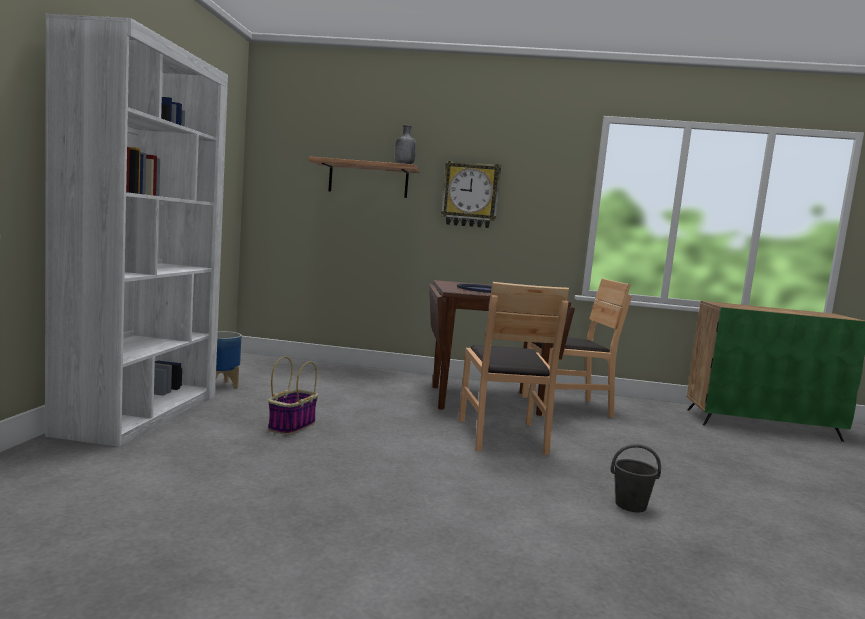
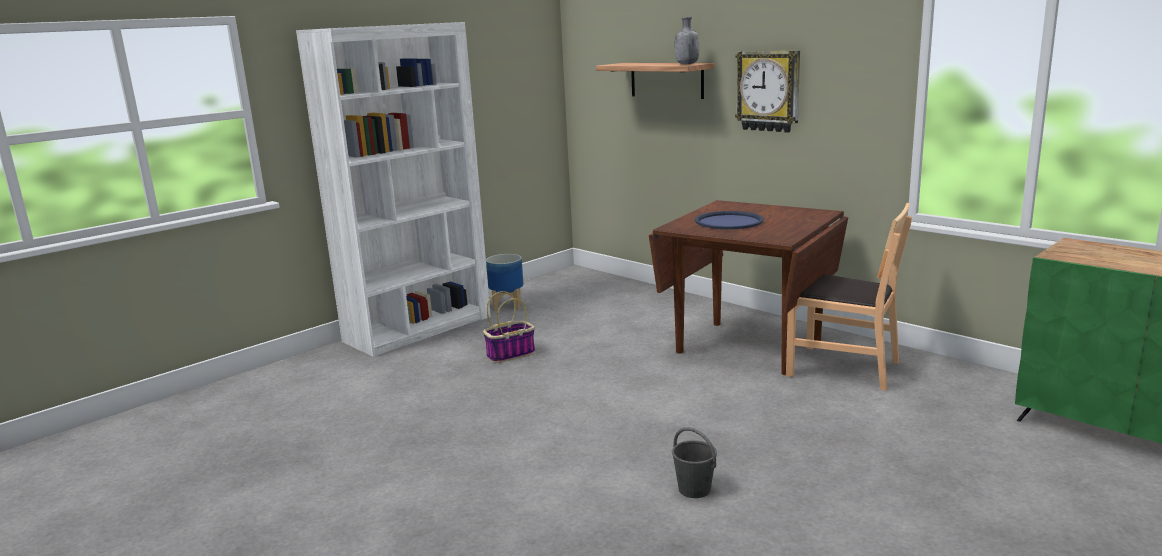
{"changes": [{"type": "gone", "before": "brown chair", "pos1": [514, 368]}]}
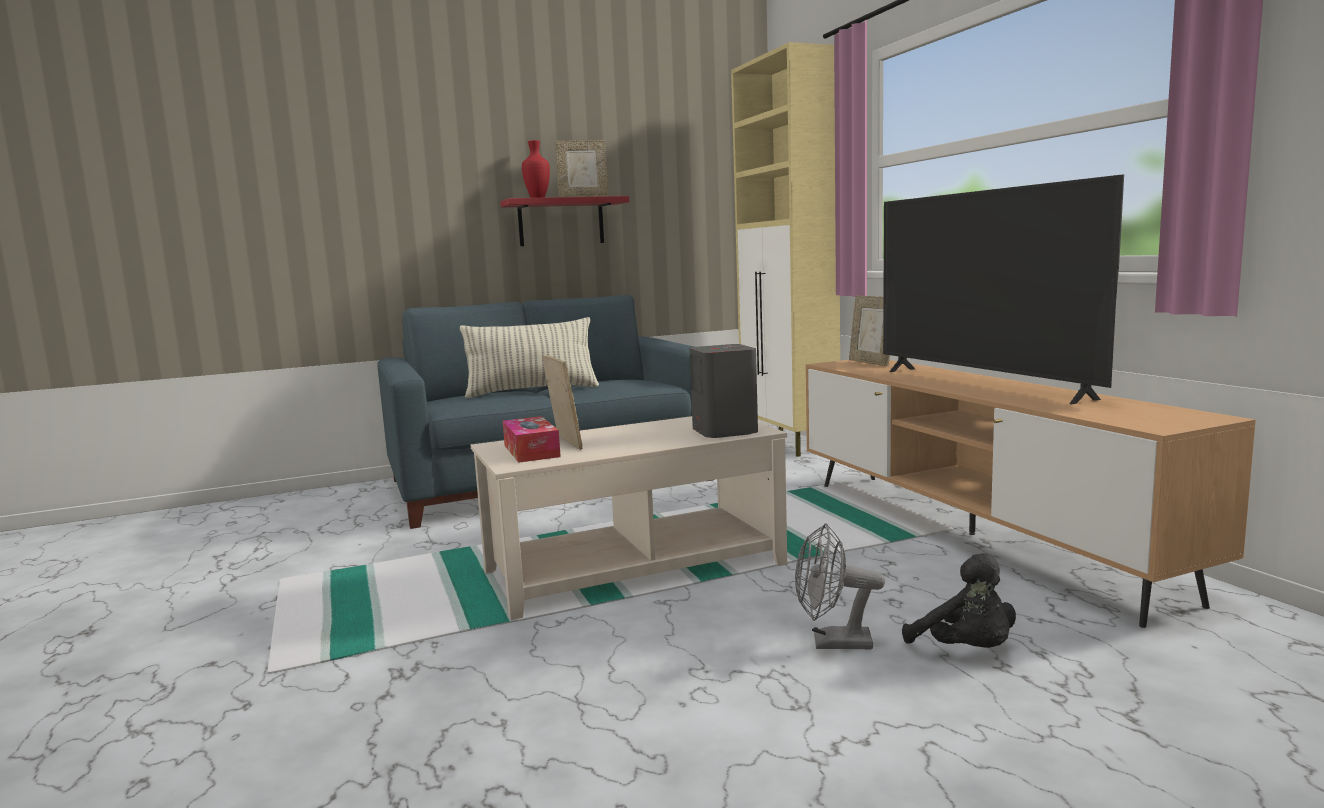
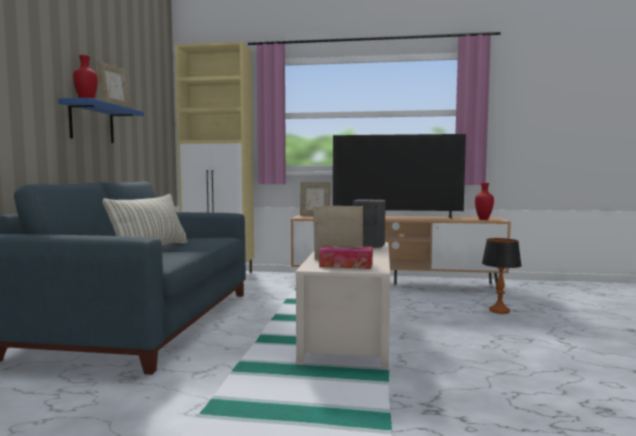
{"changes": [{"type": "repainted", "before": "red shelf", "after": "blue shelf", "pos1": [564, 221], "pos2": [101, 120]}, {"type": "gone", "before": "grey fan", "pos1": [840, 587]}, {"type": "swapped", "before": "black plush toy", "after": "table lamp", "pos1": [959, 600], "pos2": [502, 276]}, {"type": "new", "after": "red vase", "pos2": [484, 201]}]}
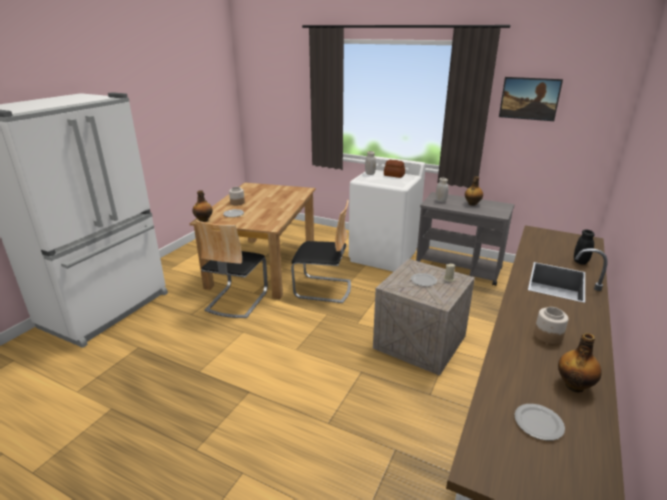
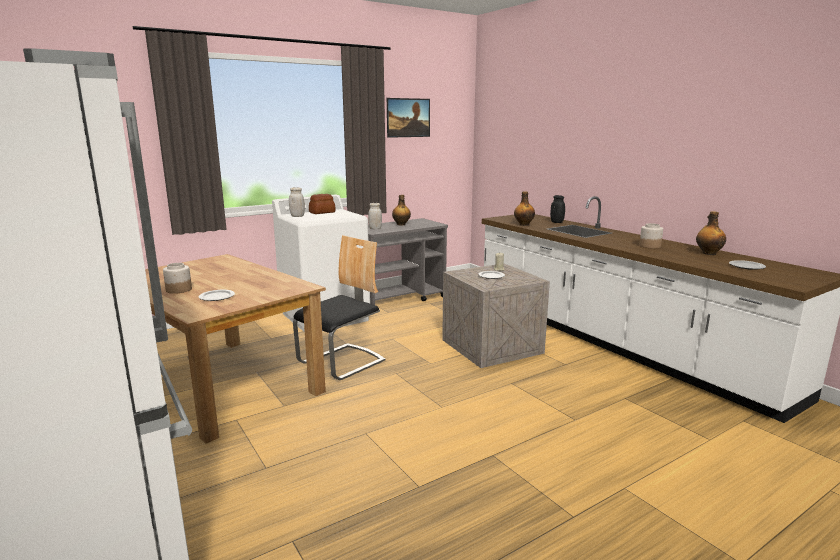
{"changes": [{"type": "shifted", "before": "bottle", "pos1": [202, 206], "pos2": [524, 208]}, {"type": "gone", "before": "chair", "pos1": [232, 269]}]}
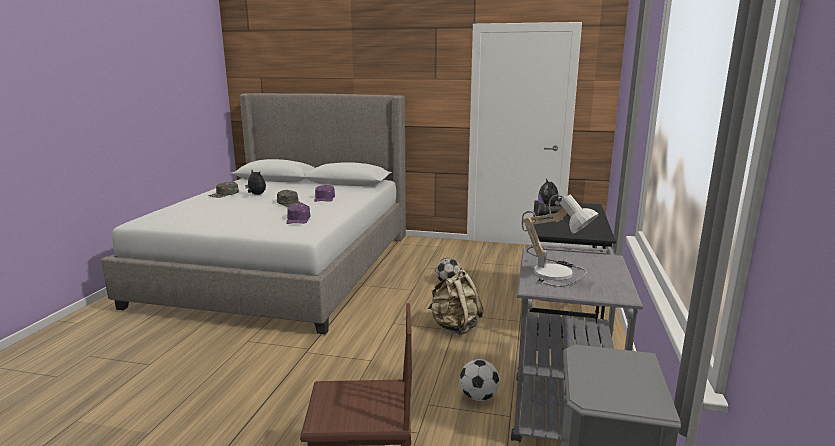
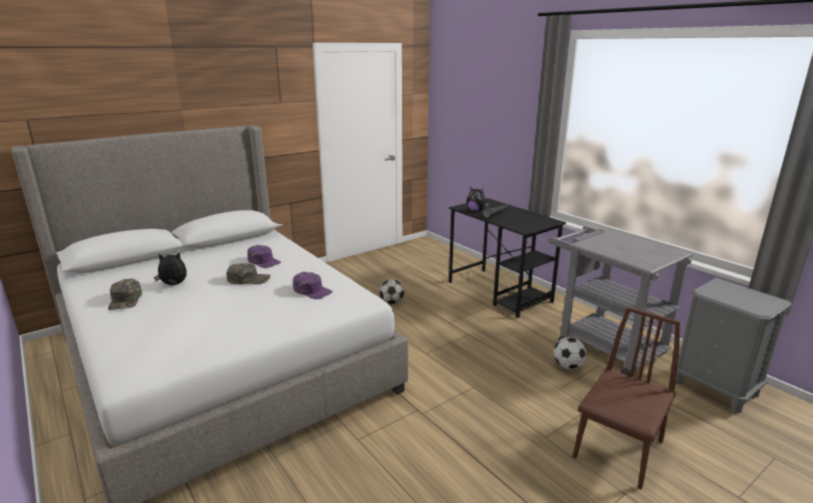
{"changes": [{"type": "gone", "before": "table lamp", "pos1": [560, 240]}, {"type": "gone", "before": "beige backpack", "pos1": [456, 302]}]}
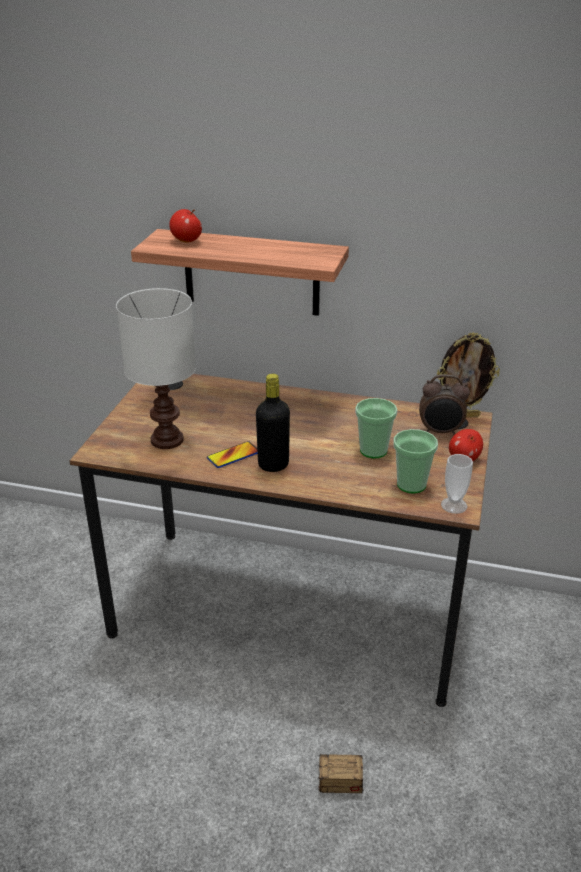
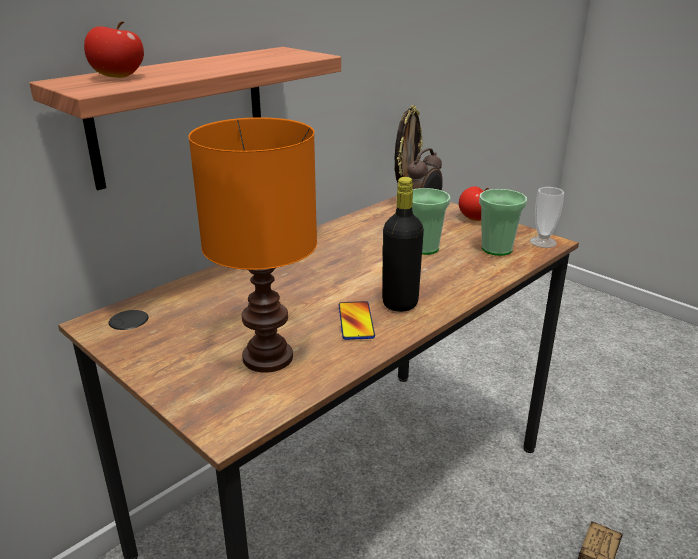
{"changes": [{"type": "repainted", "before": "white table lamp", "after": "orange table lamp", "pos1": [156, 368], "pos2": [252, 245]}]}
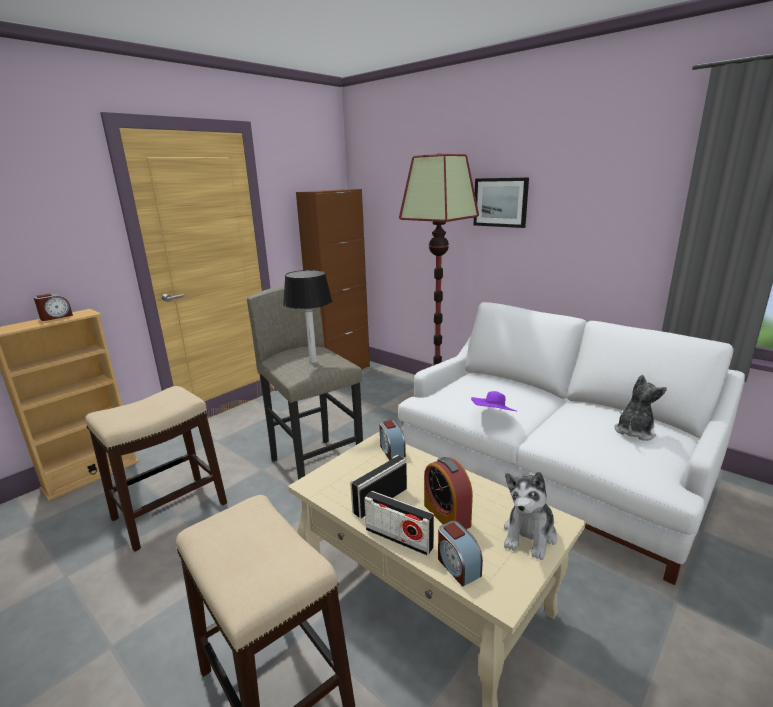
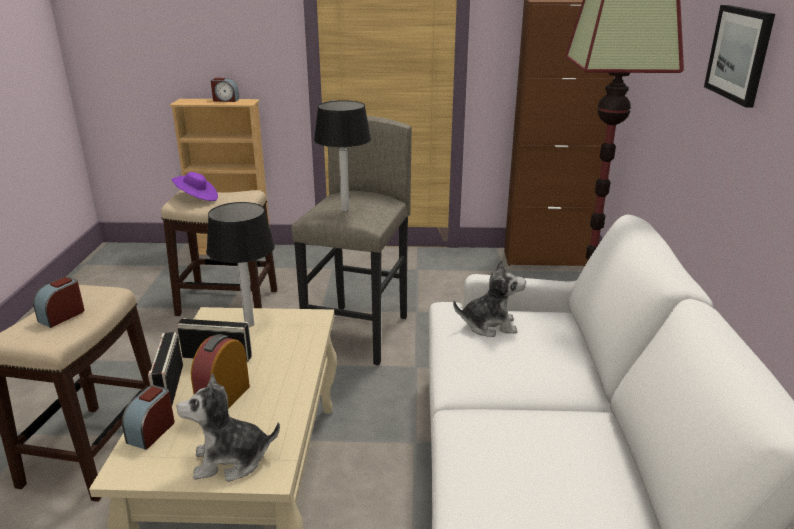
{"changes": [{"type": "shifted", "before": "plush toy", "pos1": [640, 408], "pos2": [489, 298]}, {"type": "shifted", "before": "purple hat", "pos1": [494, 401], "pos2": [195, 186]}, {"type": "shifted", "before": "alarm clock", "pos1": [392, 440], "pos2": [59, 302]}, {"type": "new", "after": "table lamp", "pos2": [240, 264]}]}
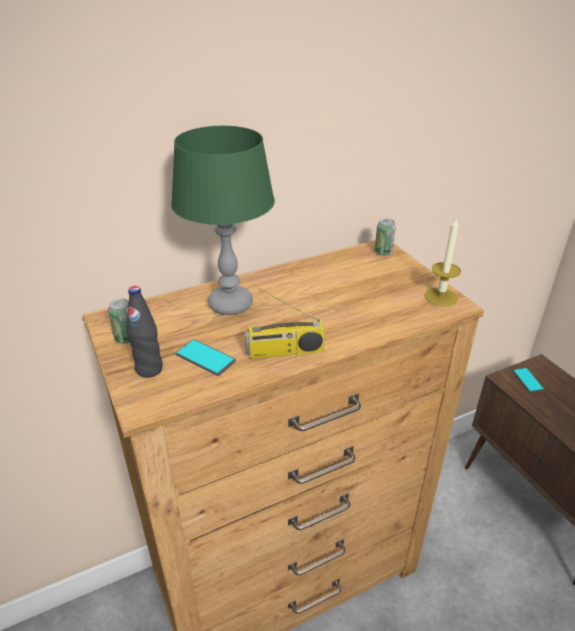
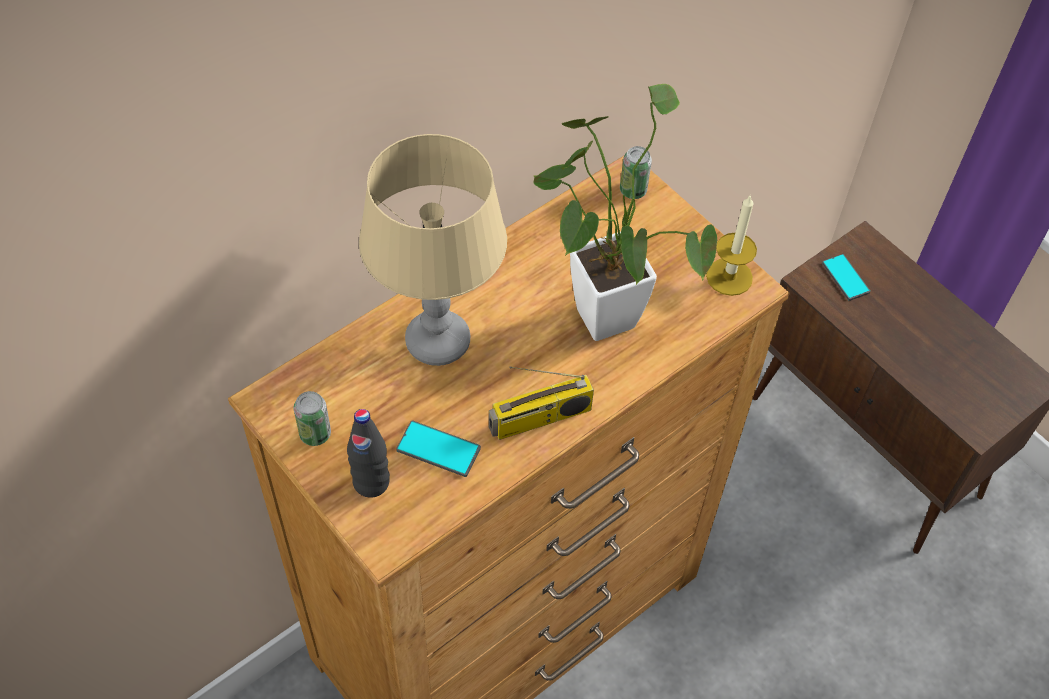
{"changes": [{"type": "repainted", "before": "green table lamp", "after": "beige table lamp", "pos1": [223, 220], "pos2": [433, 250]}, {"type": "new", "after": "potted plant", "pos2": [625, 212]}]}
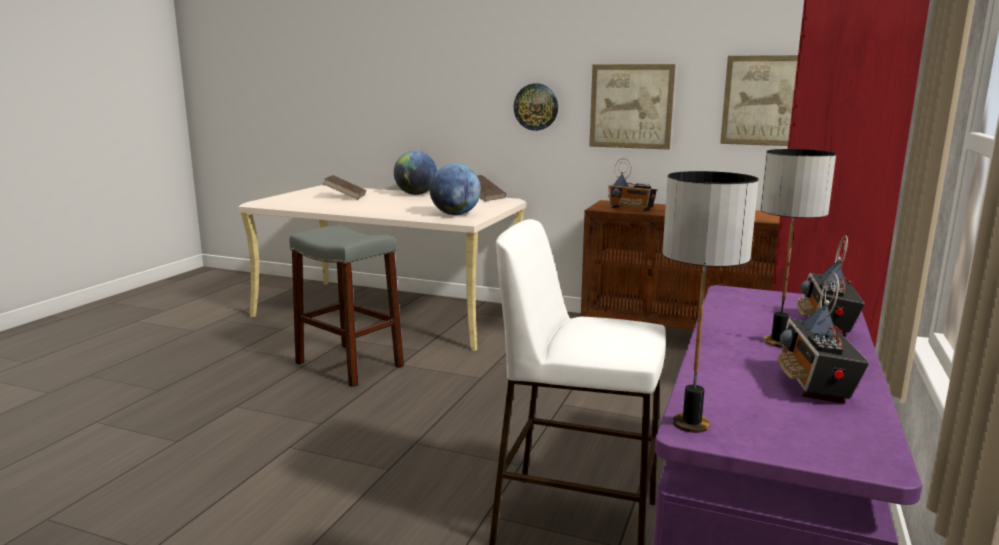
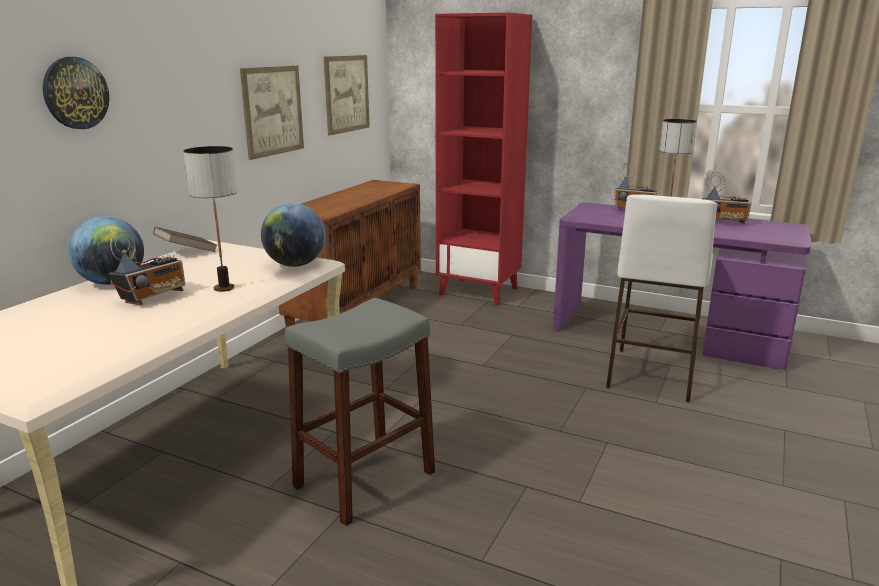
{"changes": [{"type": "shifted", "before": "wall clock", "pos1": [536, 107], "pos2": [76, 93]}, {"type": "shifted", "before": "radio", "pos1": [632, 184], "pos2": [146, 268]}, {"type": "shifted", "before": "table lamp", "pos1": [710, 302], "pos2": [210, 219]}, {"type": "gone", "before": "brown book", "pos1": [344, 187]}]}
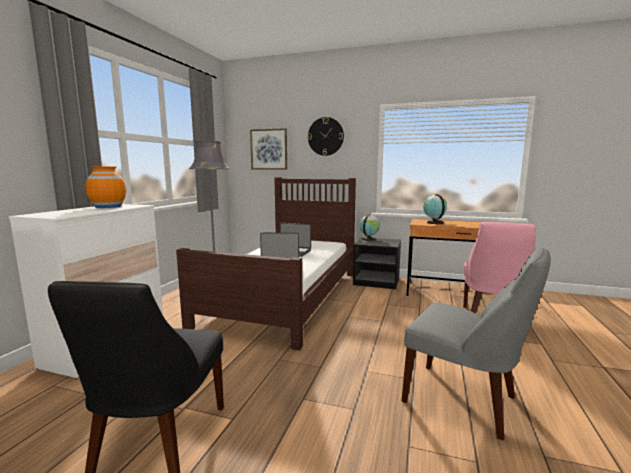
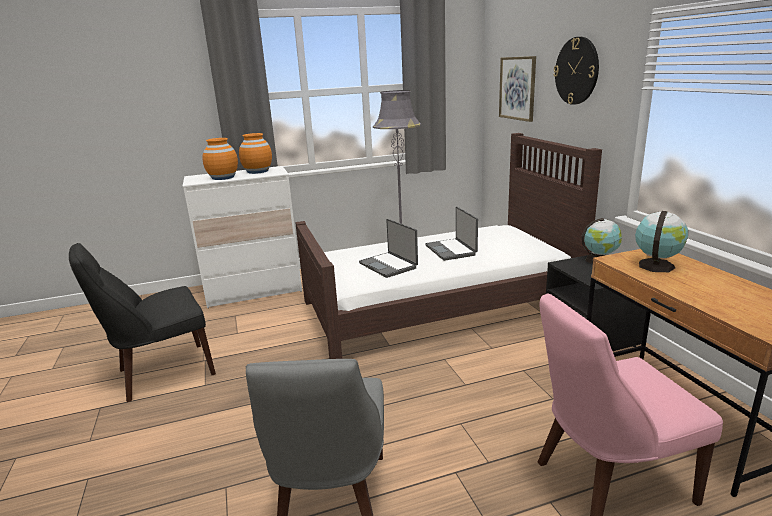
{"changes": [{"type": "new", "after": "orange vase", "pos2": [220, 159]}]}
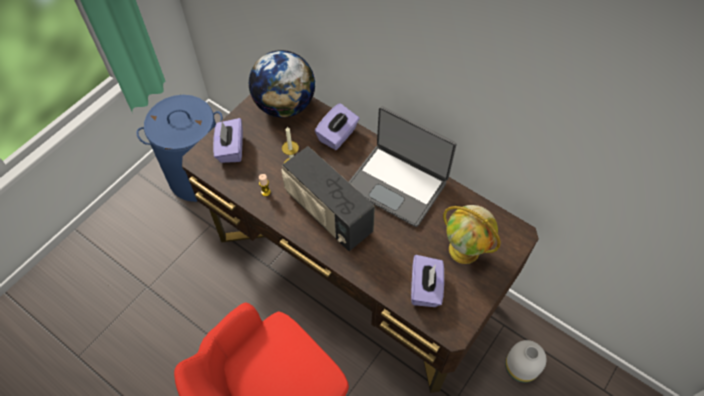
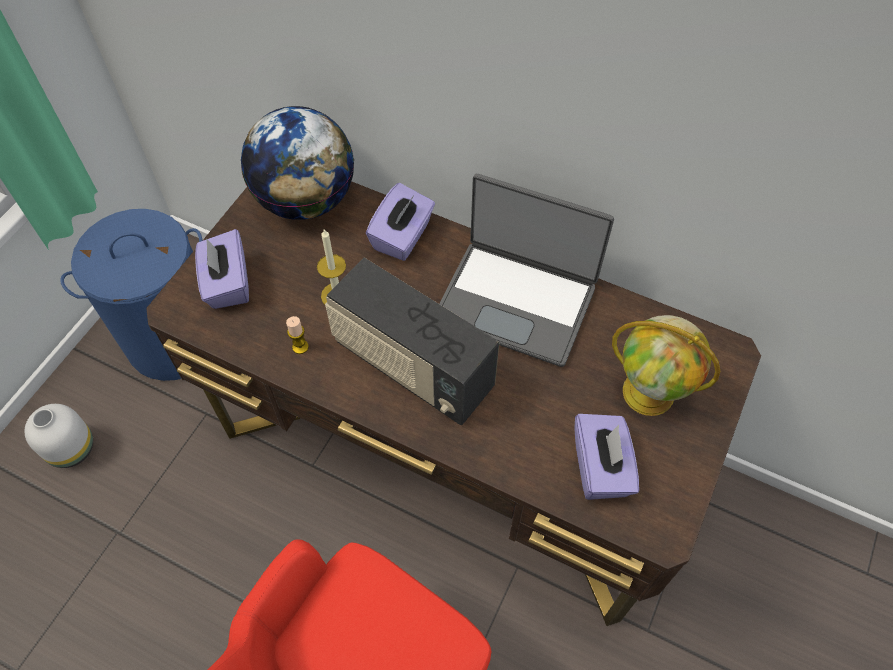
{"changes": [{"type": "shifted", "before": "white vase", "pos1": [526, 361], "pos2": [59, 436]}]}
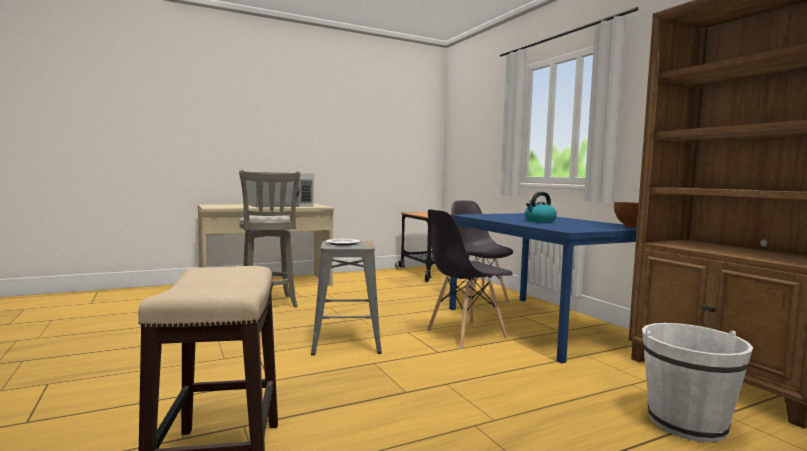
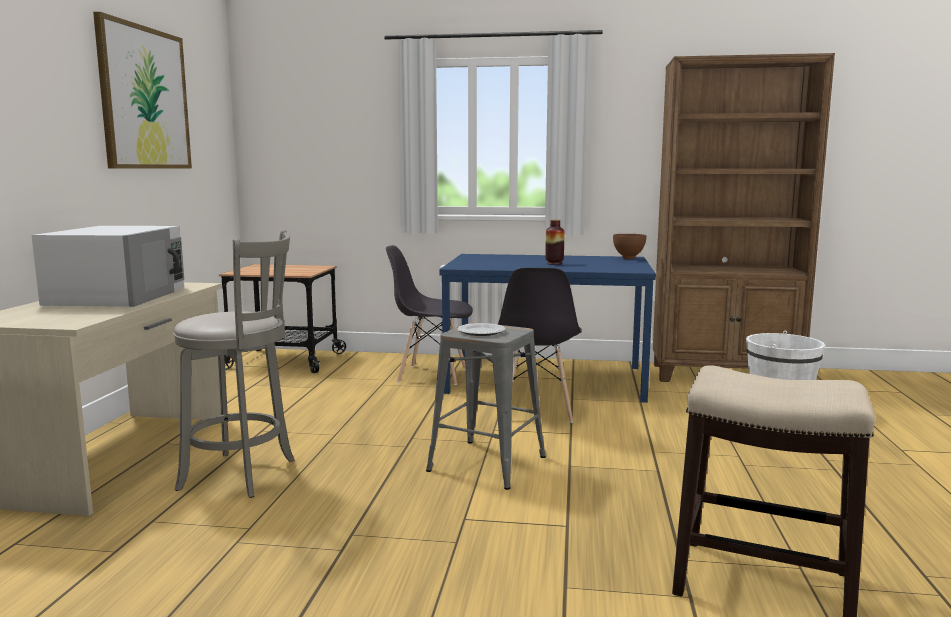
{"changes": [{"type": "swapped", "before": "kettle", "after": "vase", "pos1": [540, 207], "pos2": [554, 242]}, {"type": "new", "after": "picture", "pos2": [142, 90]}]}
